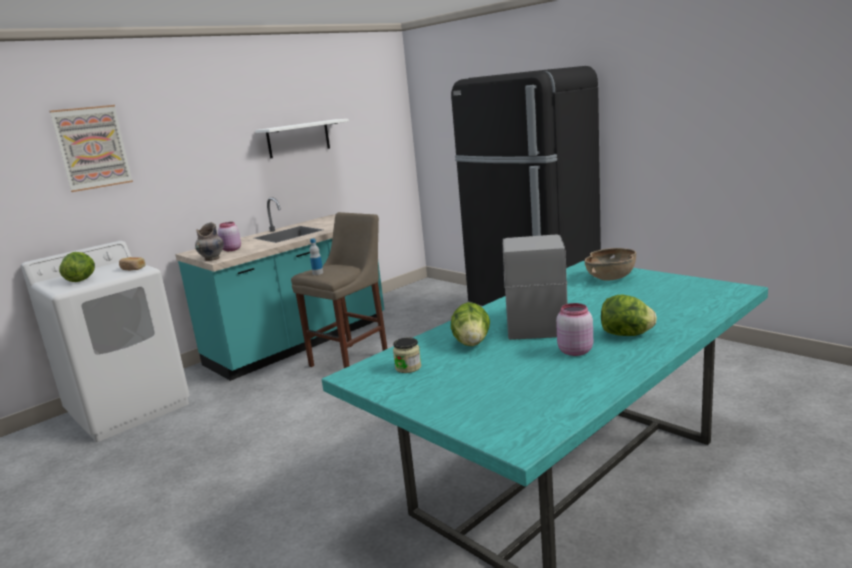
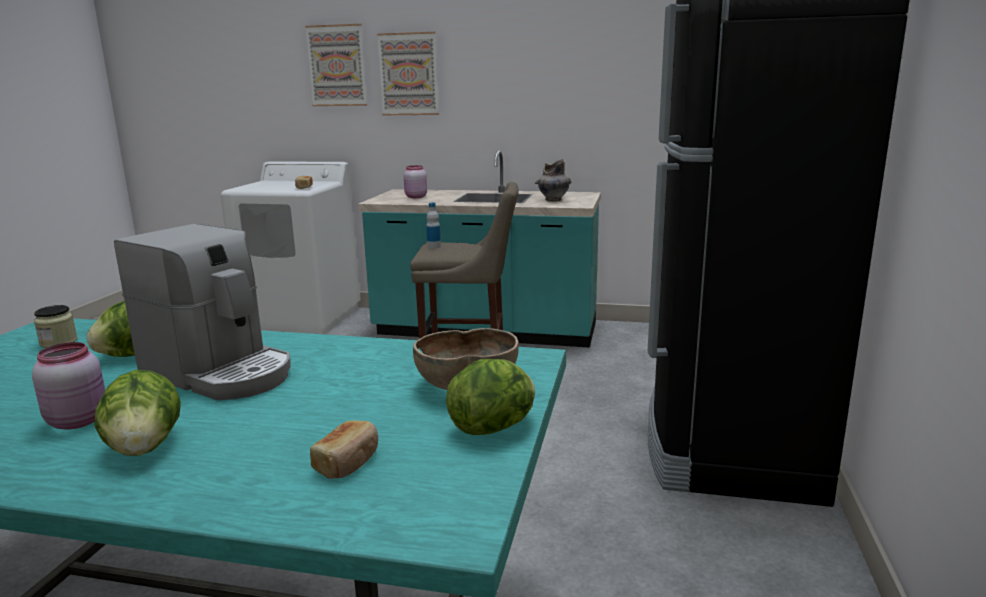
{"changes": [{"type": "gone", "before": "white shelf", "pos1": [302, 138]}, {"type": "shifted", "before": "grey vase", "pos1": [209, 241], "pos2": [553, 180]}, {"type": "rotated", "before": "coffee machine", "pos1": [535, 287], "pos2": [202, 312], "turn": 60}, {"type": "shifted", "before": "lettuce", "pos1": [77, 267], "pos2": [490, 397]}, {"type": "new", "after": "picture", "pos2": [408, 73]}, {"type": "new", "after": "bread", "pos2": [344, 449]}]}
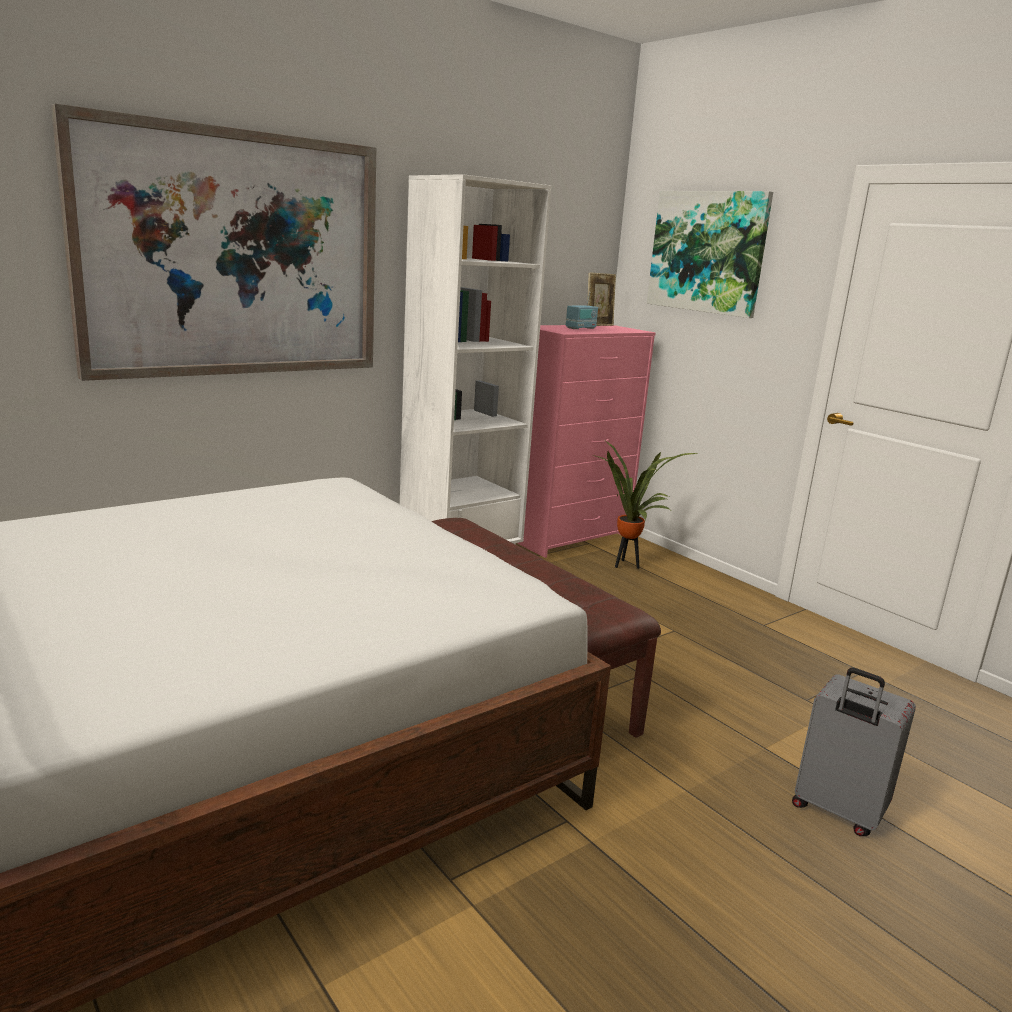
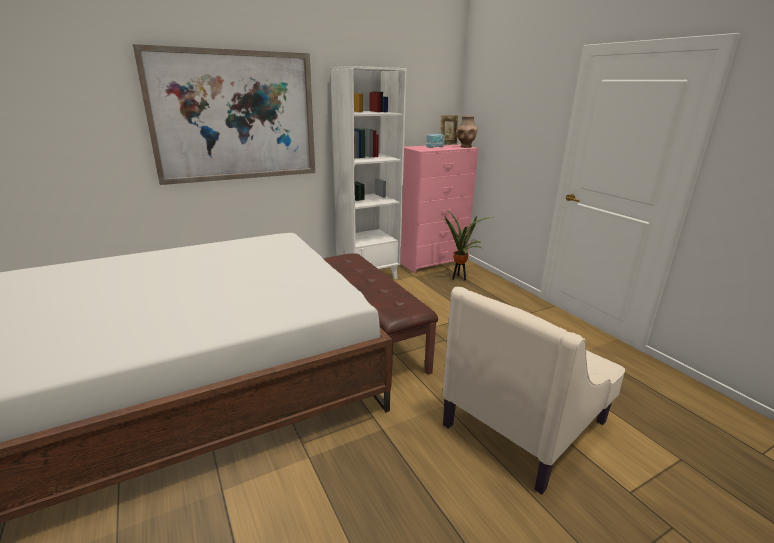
{"changes": [{"type": "gone", "before": "picture", "pos1": [710, 254]}, {"type": "swapped", "before": "grey suitcase", "after": "beige armchair", "pos1": [854, 752], "pos2": [533, 390]}, {"type": "new", "after": "brown vase", "pos2": [467, 132]}]}
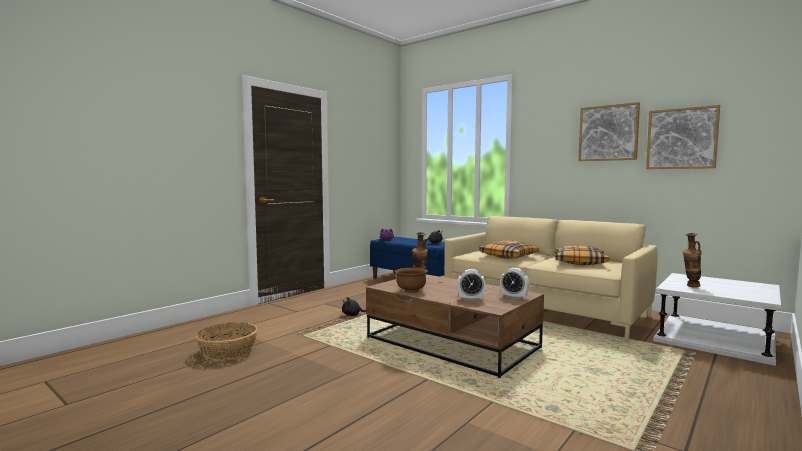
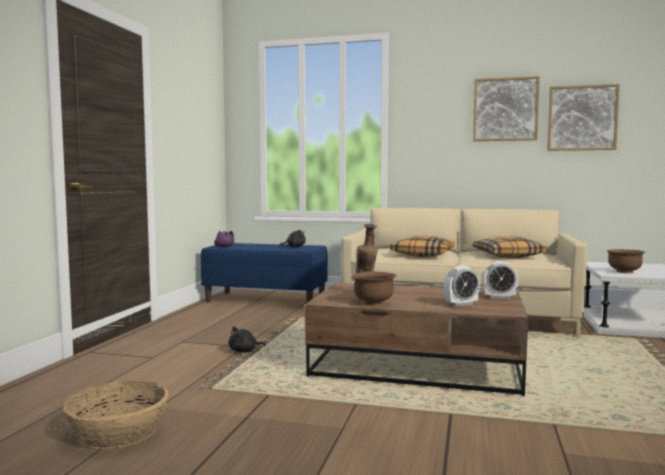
{"changes": [{"type": "swapped", "before": "vase", "after": "brown bowl", "pos1": [692, 260], "pos2": [626, 261]}]}
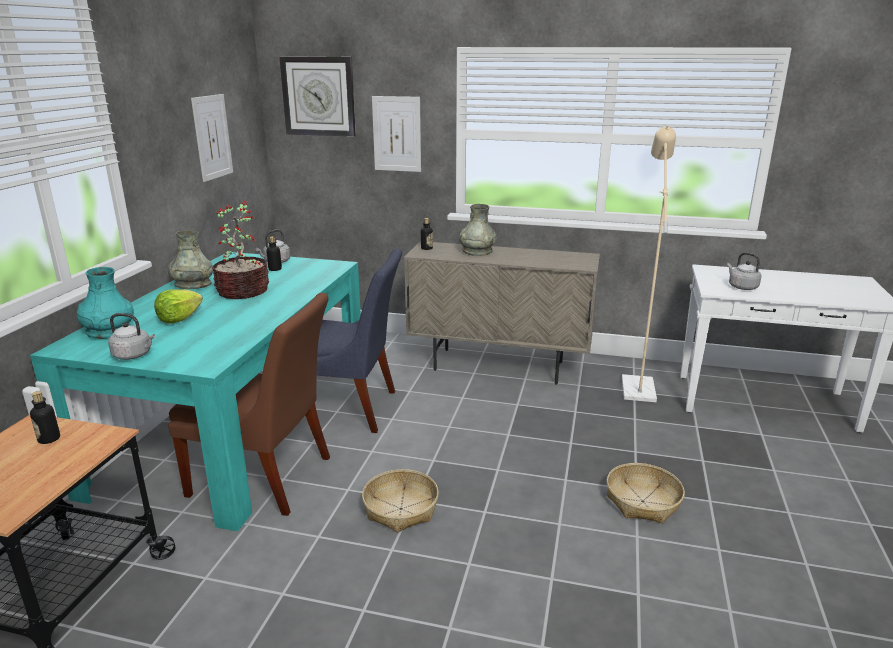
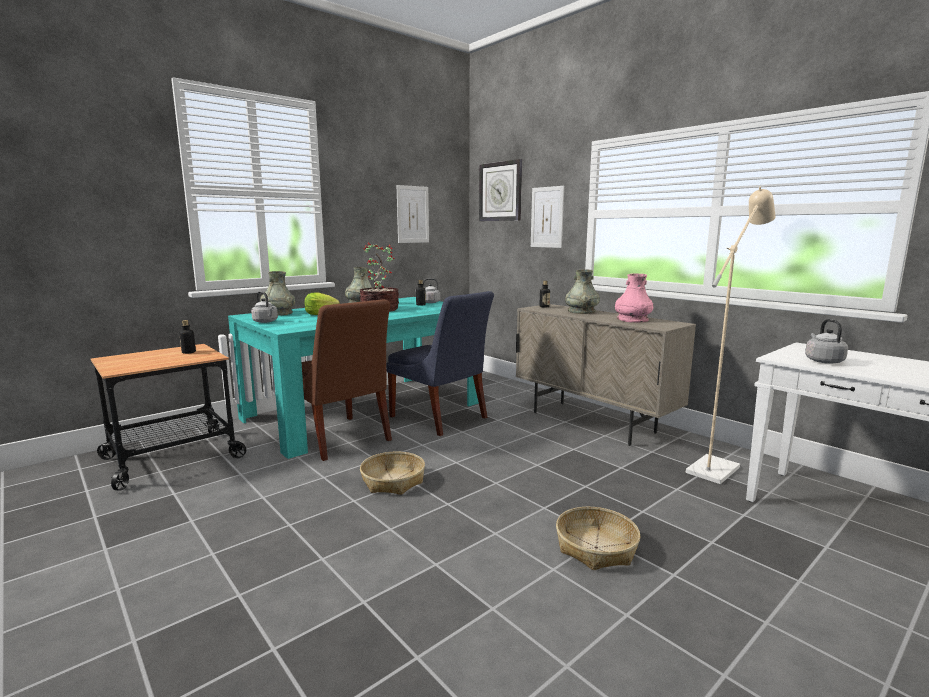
{"changes": [{"type": "repainted", "before": "turquoise vase", "after": "grey vase", "pos1": [105, 303], "pos2": [277, 293]}, {"type": "new", "after": "pink vase", "pos2": [634, 298]}]}
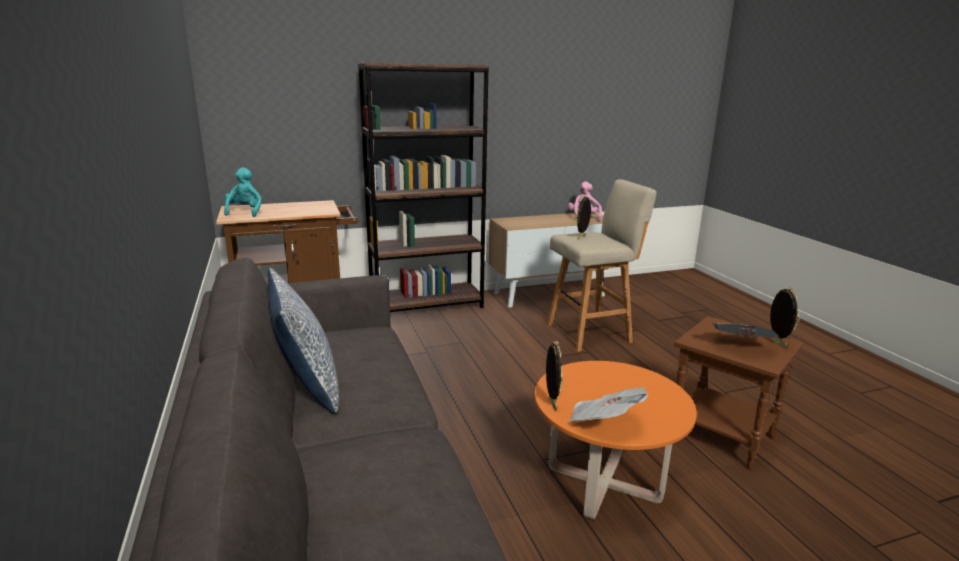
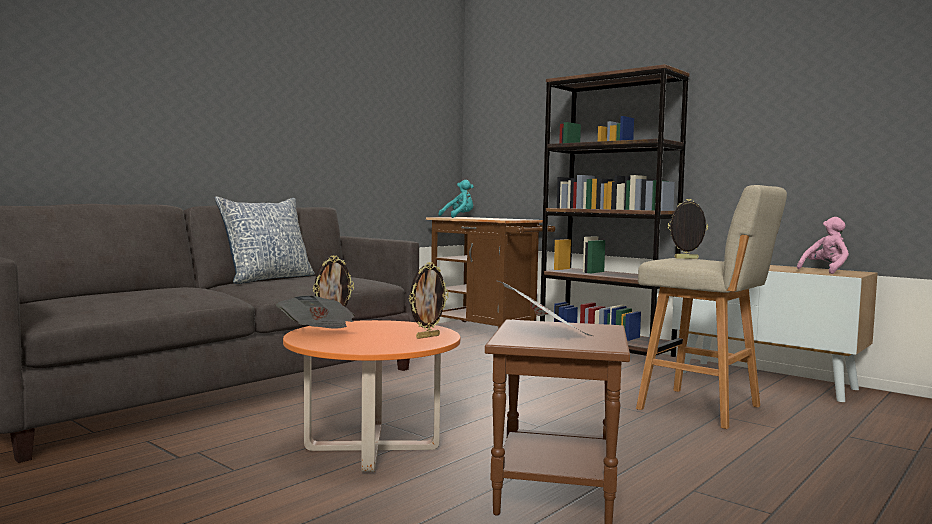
{"changes": [{"type": "shifted", "before": "picture frame", "pos1": [785, 317], "pos2": [429, 300]}]}
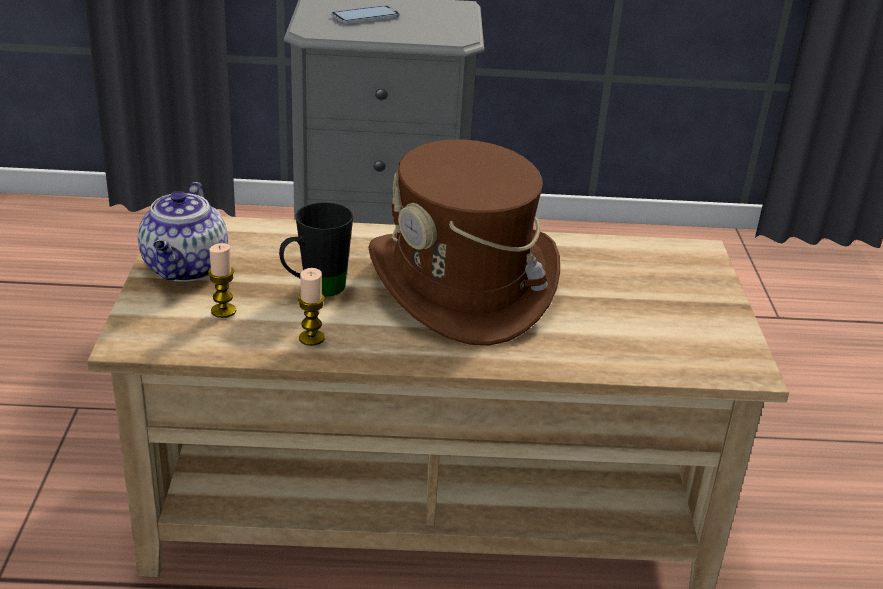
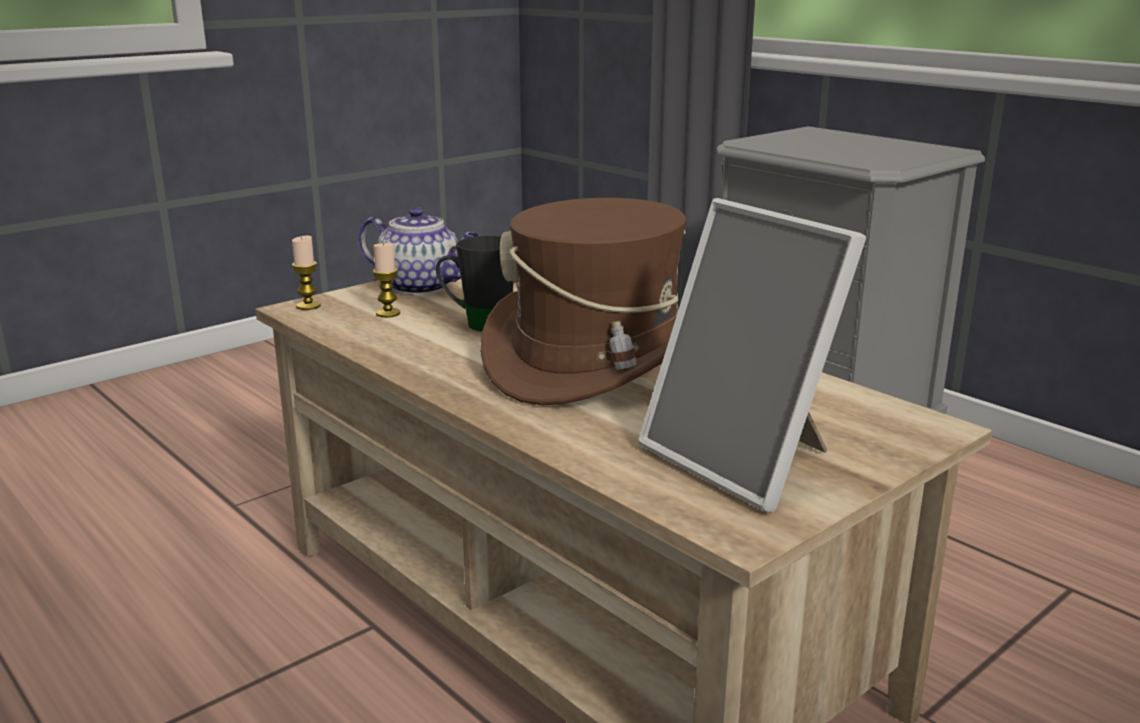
{"changes": [{"type": "gone", "before": "phone", "pos1": [365, 14]}, {"type": "rotated", "before": "teapot", "pos1": [183, 232], "pos2": [419, 251], "turn": -120}, {"type": "shifted", "before": "candle", "pos1": [311, 307], "pos2": [306, 273]}, {"type": "new", "after": "picture frame", "pos2": [752, 355]}]}
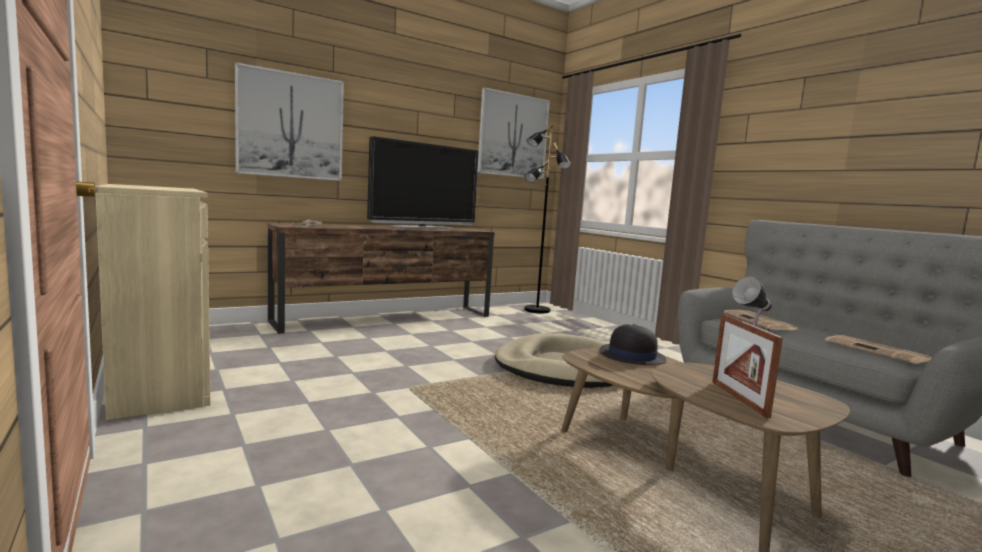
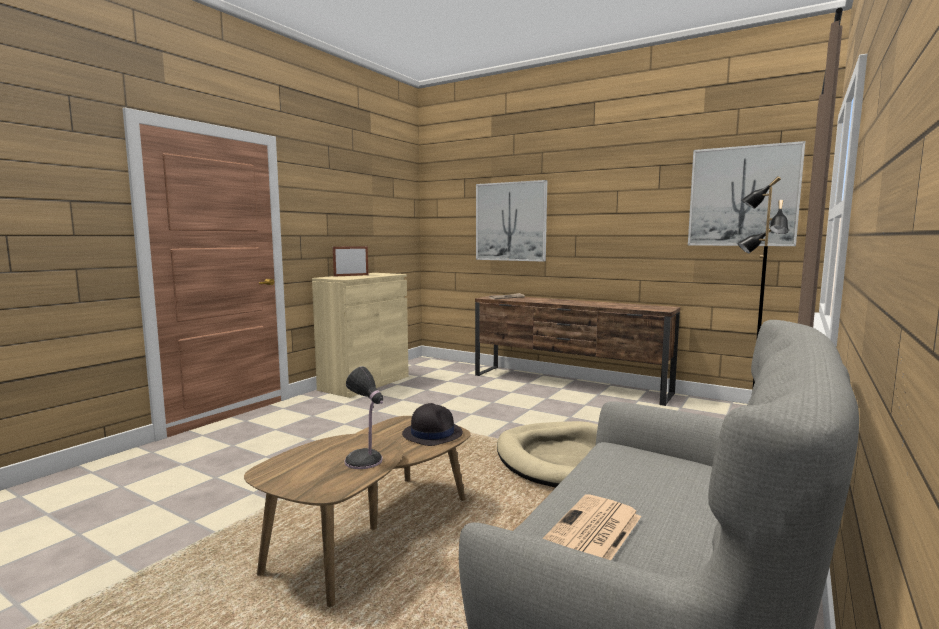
{"changes": [{"type": "gone", "before": "television", "pos1": [423, 182]}, {"type": "gone", "before": "newspaper", "pos1": [761, 320]}, {"type": "shifted", "before": "picture frame", "pos1": [747, 366], "pos2": [350, 261]}]}
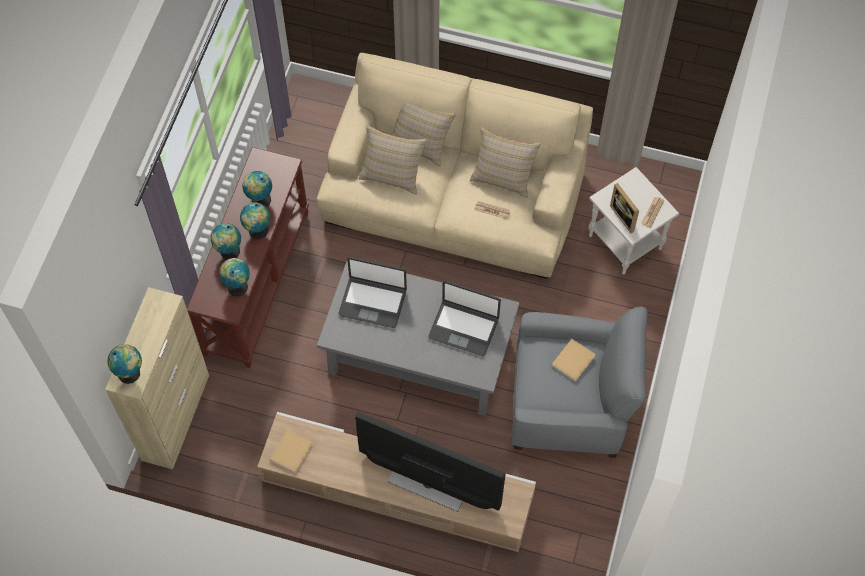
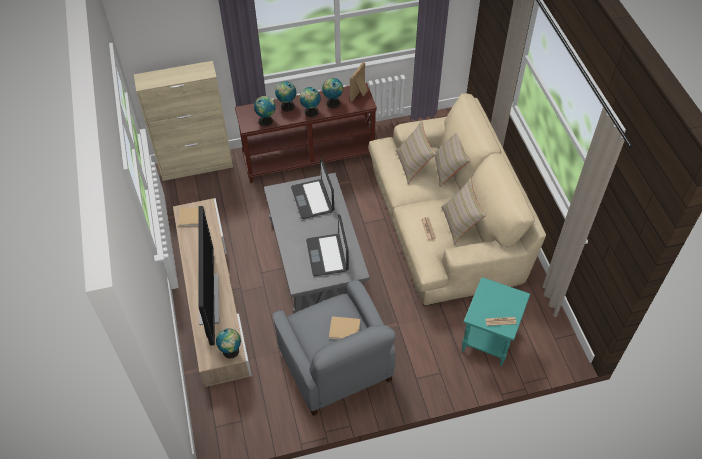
{"changes": [{"type": "repainted", "before": "white side table", "after": "turquoise side table", "pos1": [633, 221], "pos2": [496, 321]}, {"type": "shifted", "before": "picture frame", "pos1": [624, 208], "pos2": [359, 82]}, {"type": "shifted", "before": "globe", "pos1": [125, 364], "pos2": [228, 343]}]}
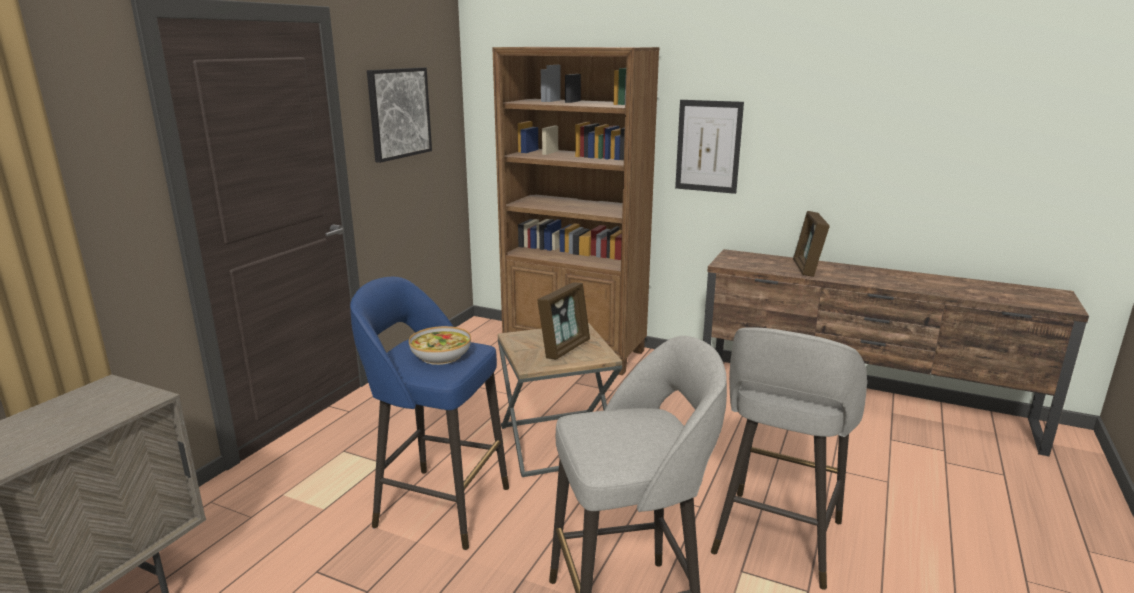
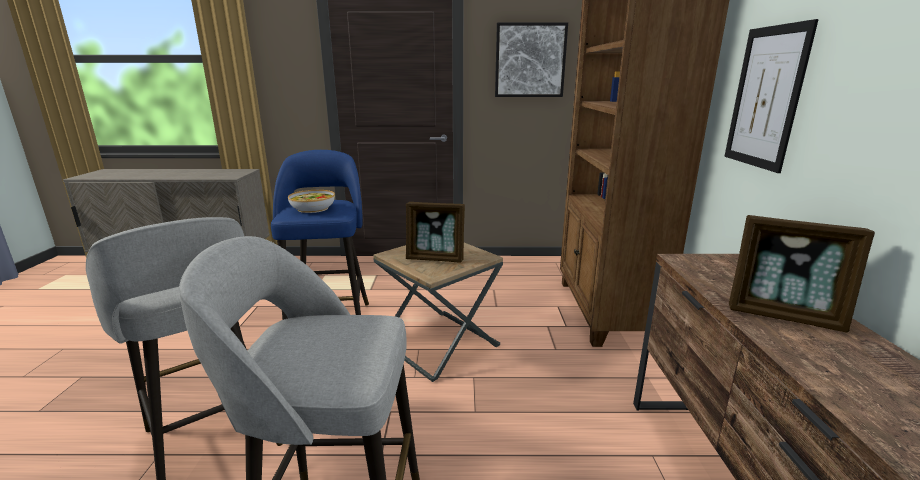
{"changes": [{"type": "rotated", "before": "picture frame", "pos1": [811, 244], "pos2": [802, 274], "turn": -135}]}
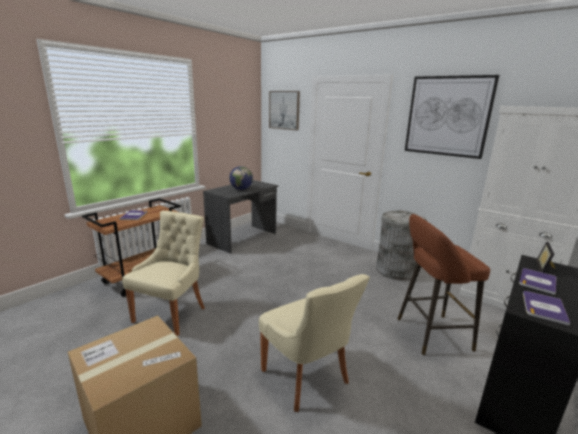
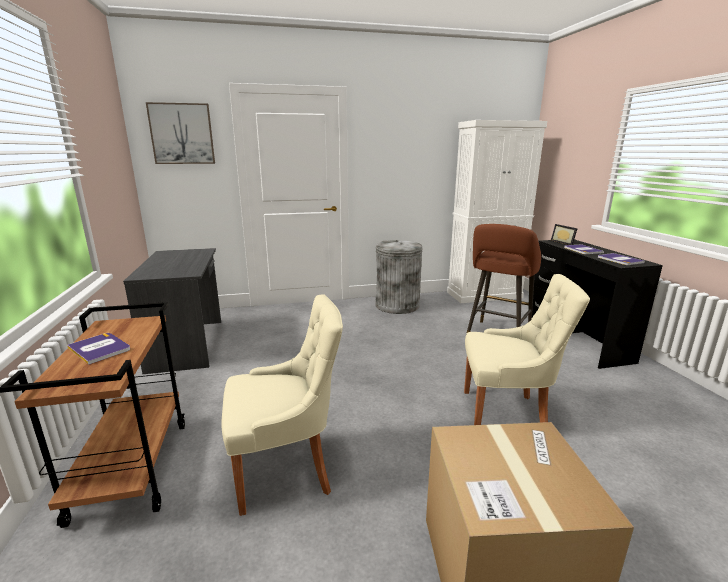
{"changes": [{"type": "gone", "before": "picture", "pos1": [452, 117]}, {"type": "gone", "before": "globe", "pos1": [241, 178]}, {"type": "rotated", "before": "beige chair", "pos1": [163, 273], "pos2": [282, 405], "turn": 105}]}
